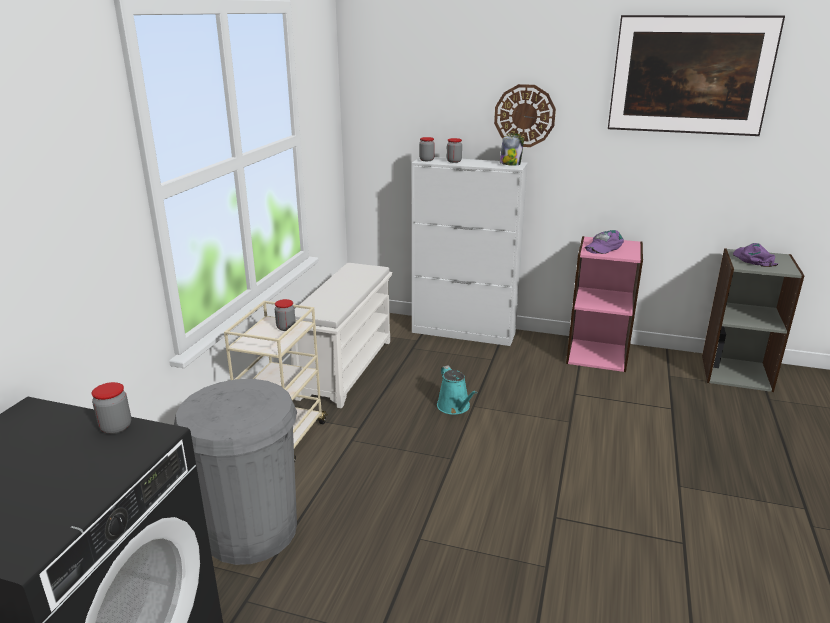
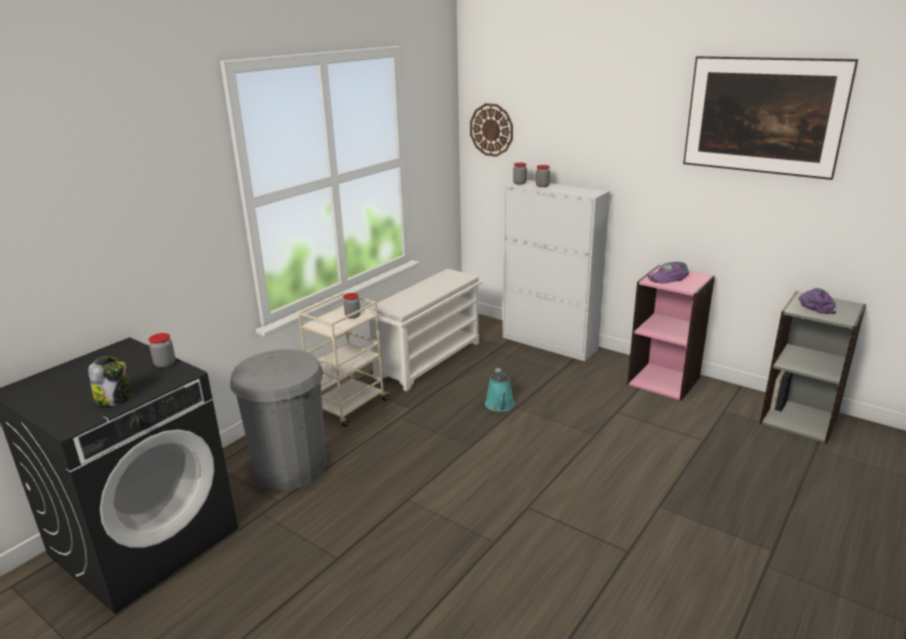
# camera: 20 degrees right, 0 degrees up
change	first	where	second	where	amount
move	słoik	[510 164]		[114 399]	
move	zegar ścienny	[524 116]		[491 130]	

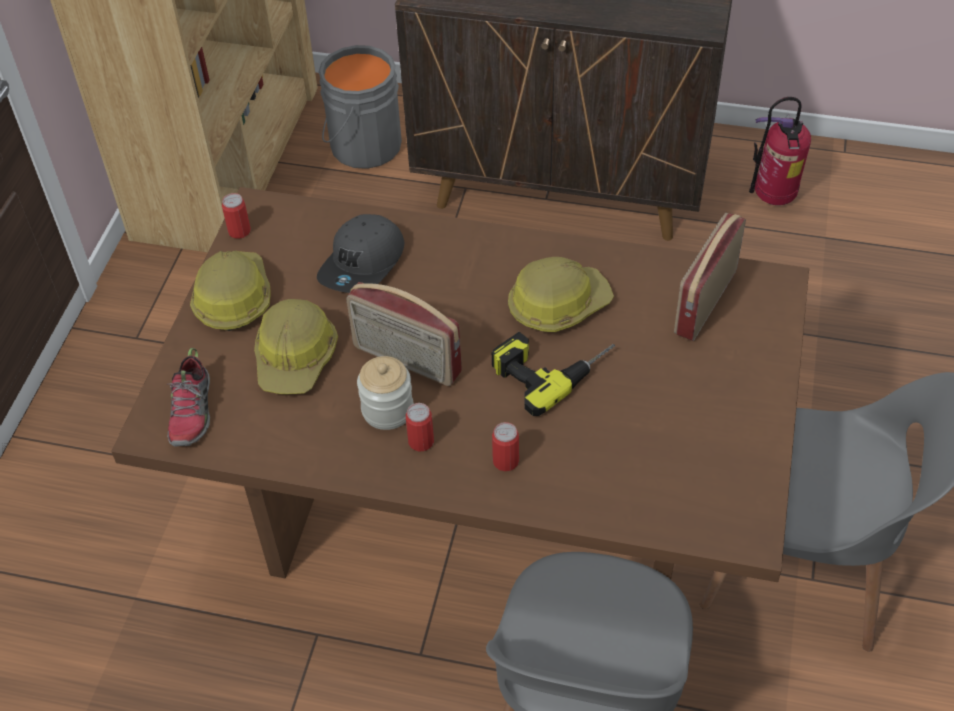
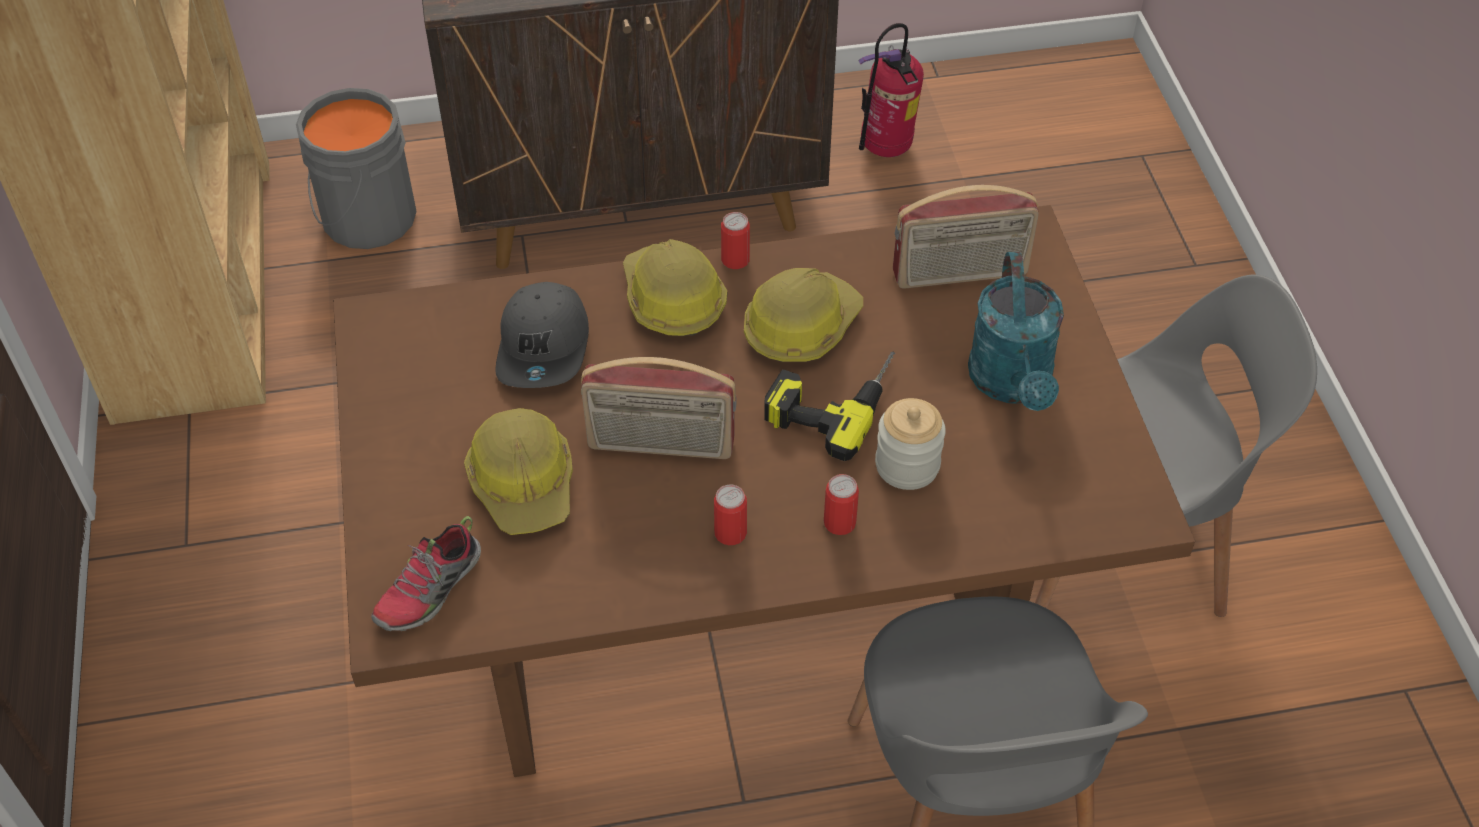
# camera: 25 degrees left, 0 degrees up
change	first	where	second	where	amount
rotate	but	[192 412]		[430 590]	60 degrees clockwise
move	kask	[233 298]		[672 299]	
move	puszka	[239 231]		[735 260]	
move	słoik	[387 410]		[907 465]	
rotate	radio	[704 301]		[960 275]	105 degrees counterclockwise
insert			konewka [turkusowy]	[1013 384]	

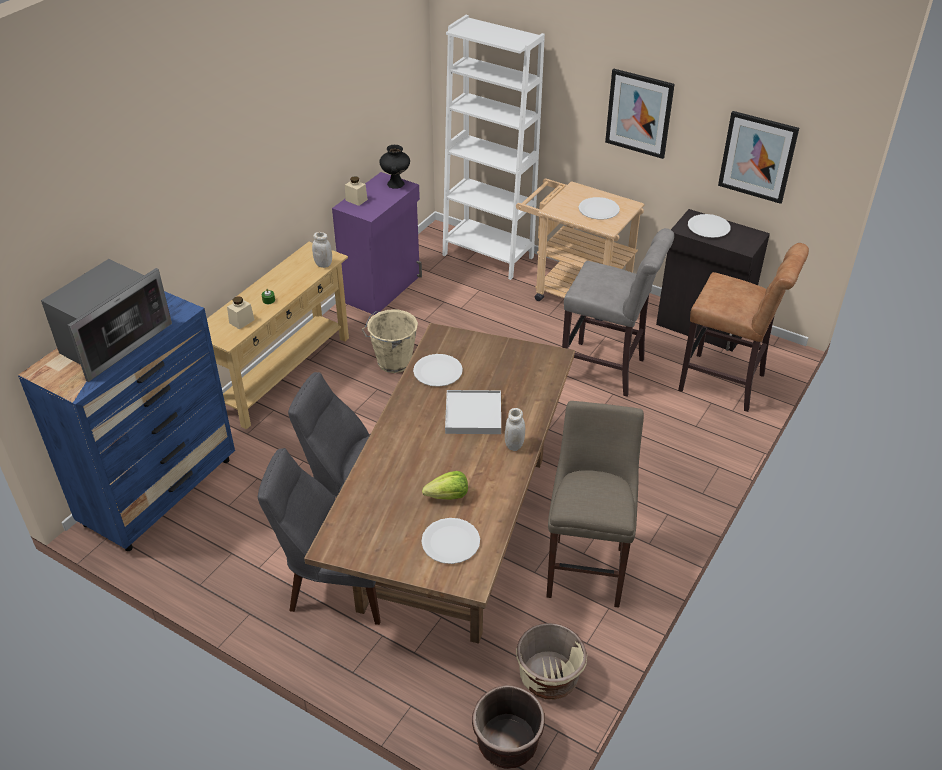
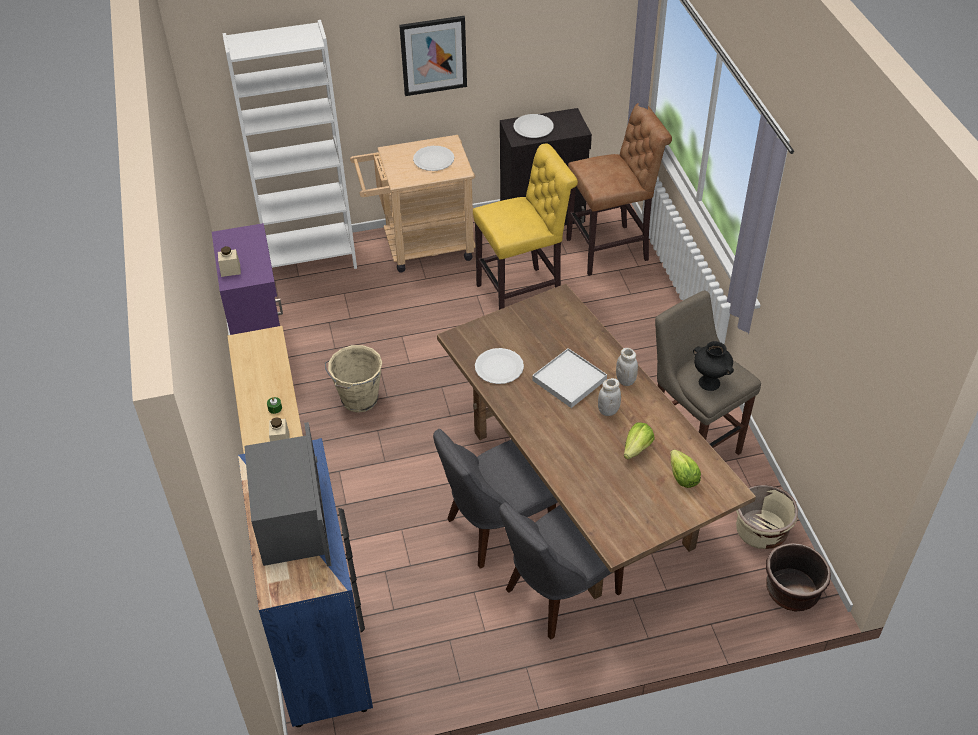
# camera: 45 degrees left, 5 degrees up
change	first	where	second	where	amount
recolor	stołek [szary]	[607 370]	stołek [żółty]	[524 294]	
move	słoik [biały]	[323 264]		[608 411]	
replace	talerz [biały]	[450 542]	sałata	[682 477]	
move	wazon [czarny]	[396 184]		[710 383]	
delete	obraz	[757 157]			

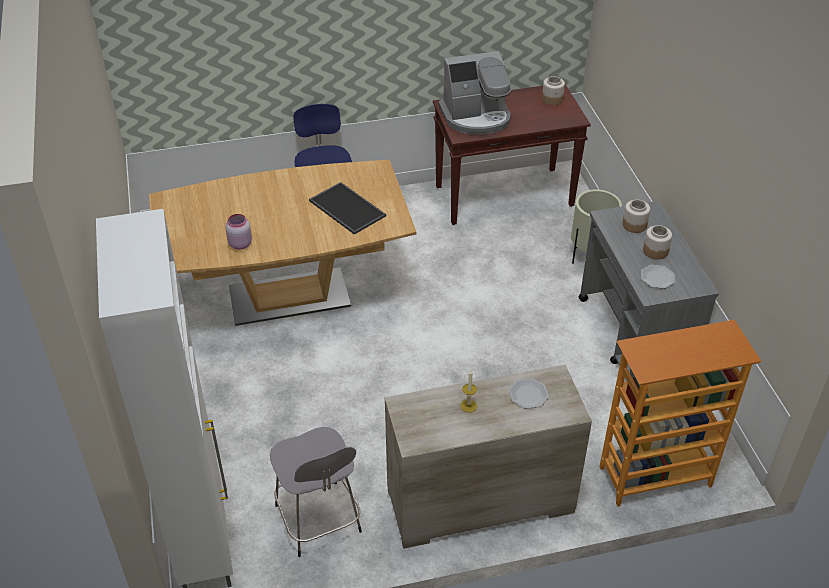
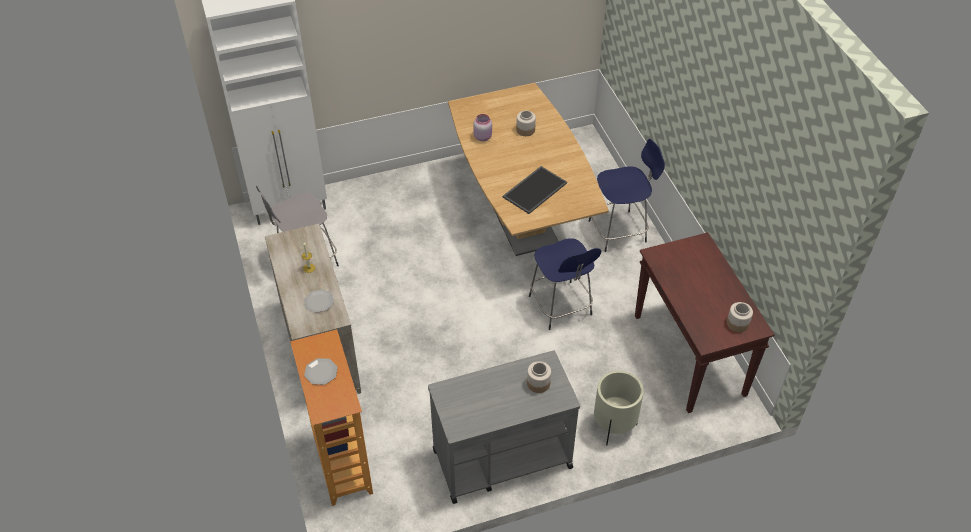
# camera: 85 degrees right, 5 degrees up
change	first	where	second	where	amount
move	talerz	[657 278]		[320 372]	
move	słoik	[655 251]		[526 130]	
insert			stołek [niebieski]	[561 307]	
delete	ekspres do kawy	[476 117]			

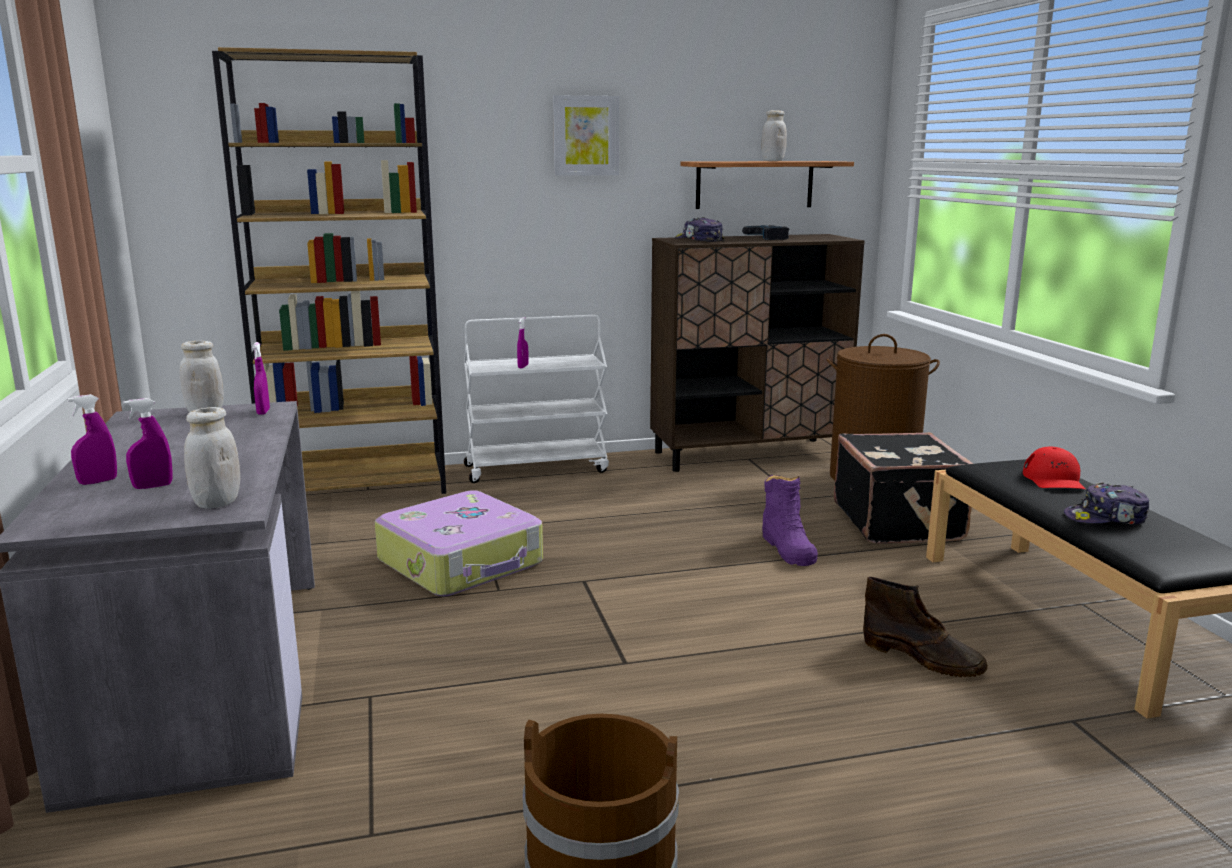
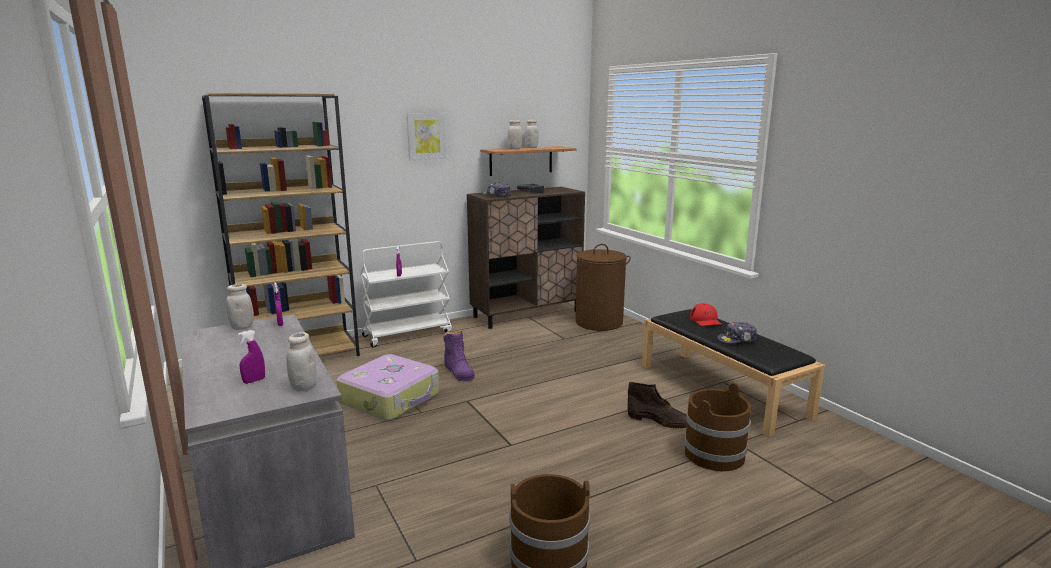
# camera: 15 degrees left, 0 degrees up
change	first	where	second	where	amount
move	but z cholewką [fioletowy]	[788 549]		[459 372]	
insert			słoik [biały]	[514 148]	
insert			wiadro [brązowy]	[714 454]	
delete	spryskiwacz [fioletowy]	[98 481]			
delete	walizka [czarny]	[899 522]			

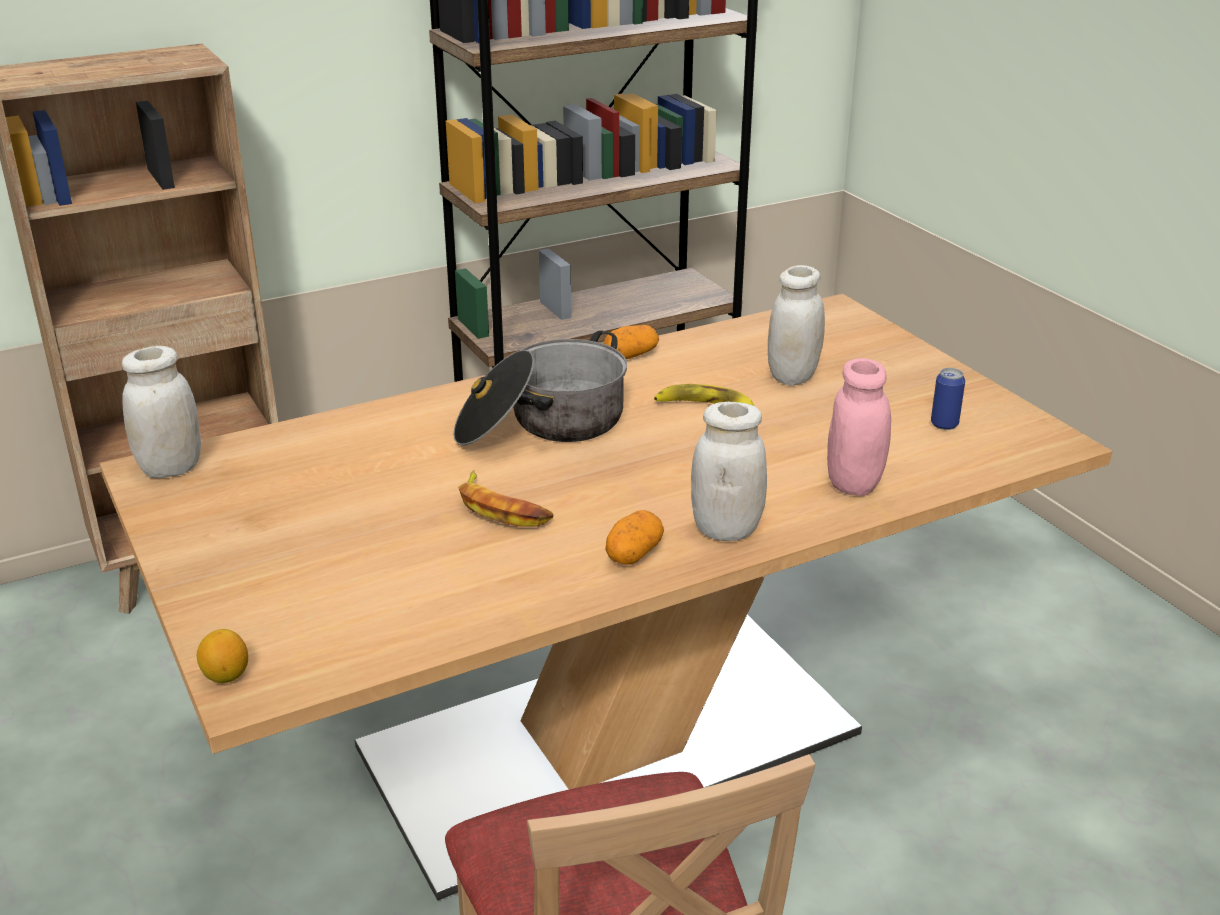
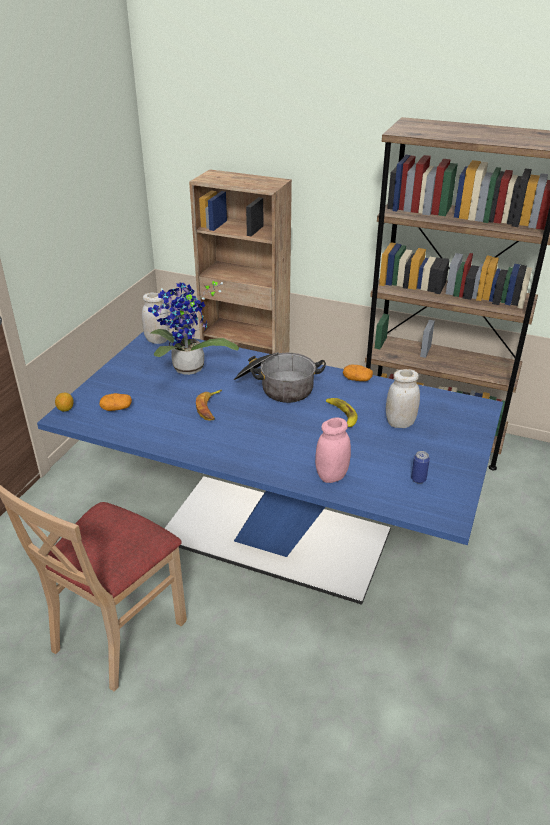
# camera: 50 degrees right, 5 degrees up
change	first	where	second	where	amount
recolor	stół jadalny [beżowy]	[609 743]	stół jadalny [niebieski]	[274 537]	
move	ziemniak	[633 553]		[116 408]	
insert			roślina doniczkowa	[188 370]	
delete	słoik [biały]	[726 530]			

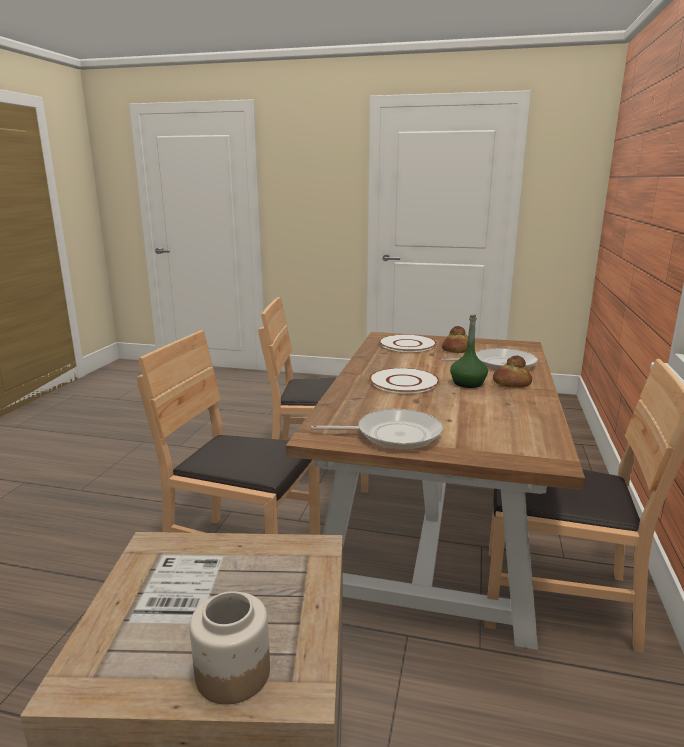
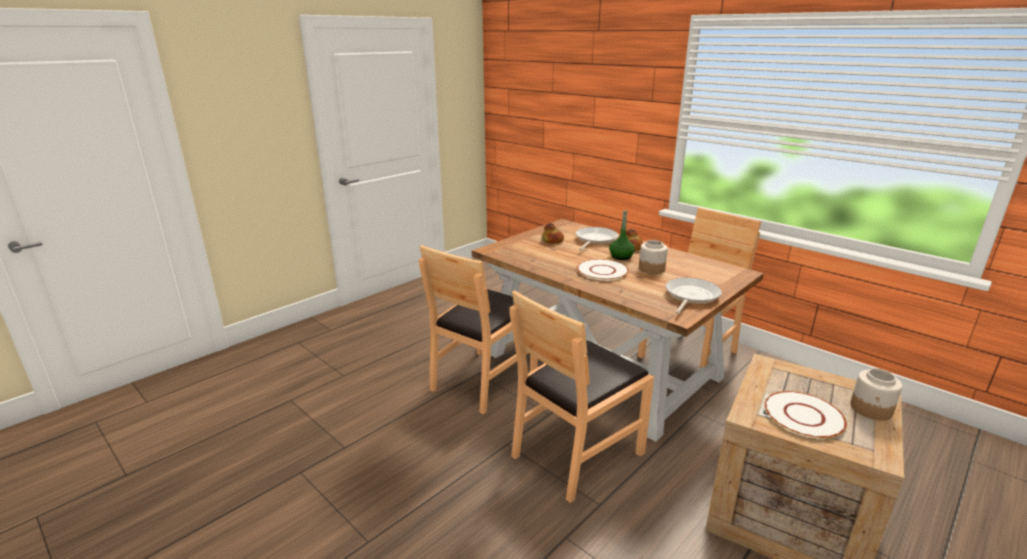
# camera: 60 degrees left, 5 degrees up
change	first	where	second	where	amount
insert			słoik	[651 269]	
move	talerz [biały]	[407 344]		[803 416]	

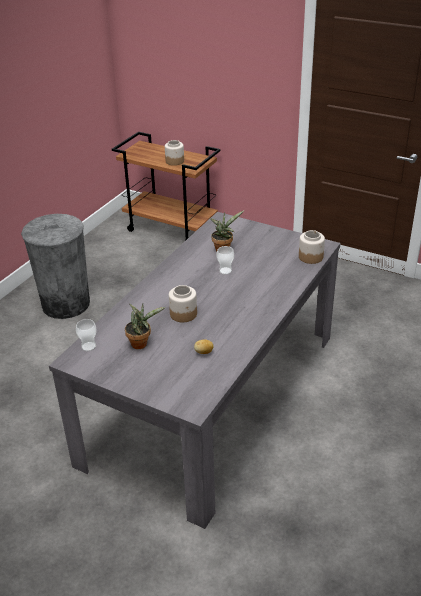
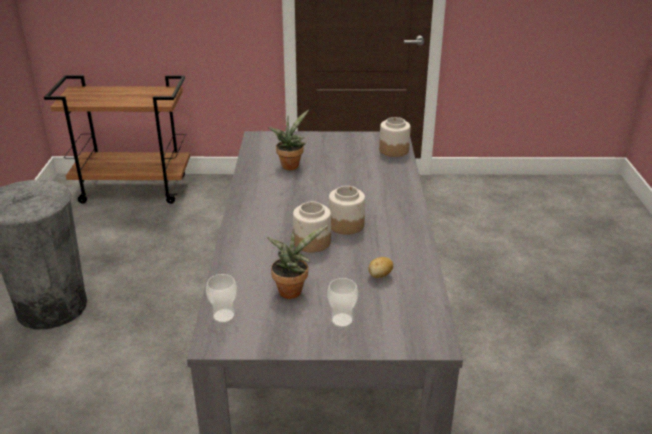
# camera: 30 degrees left, 5 degrees down
change	first	where	second	where	amount
move	filiżanka	[225 271]		[342 320]	
move	słoik	[175 161]		[346 225]	

